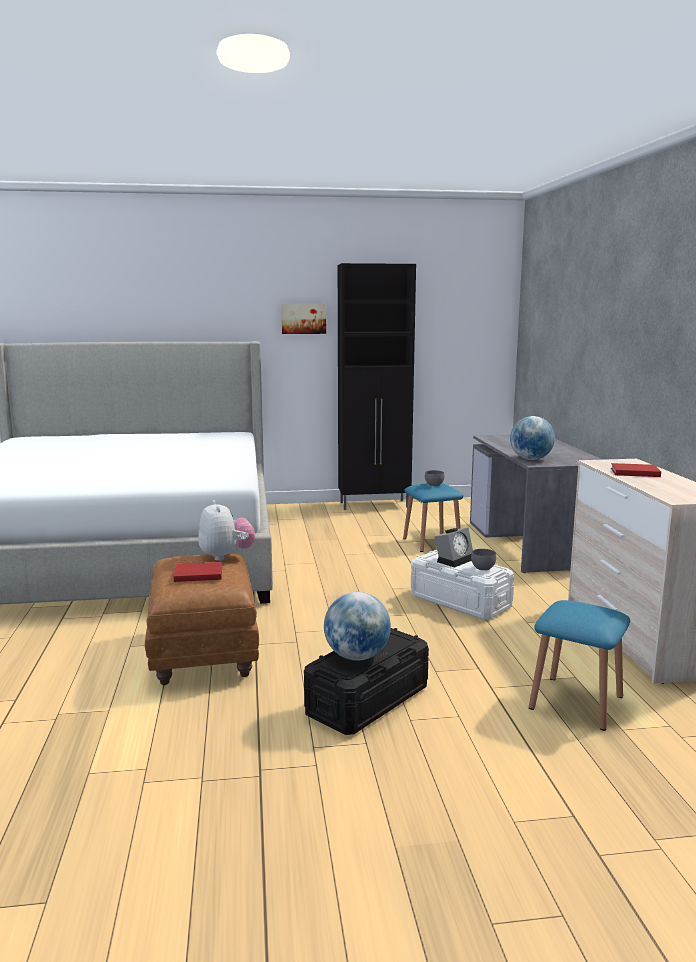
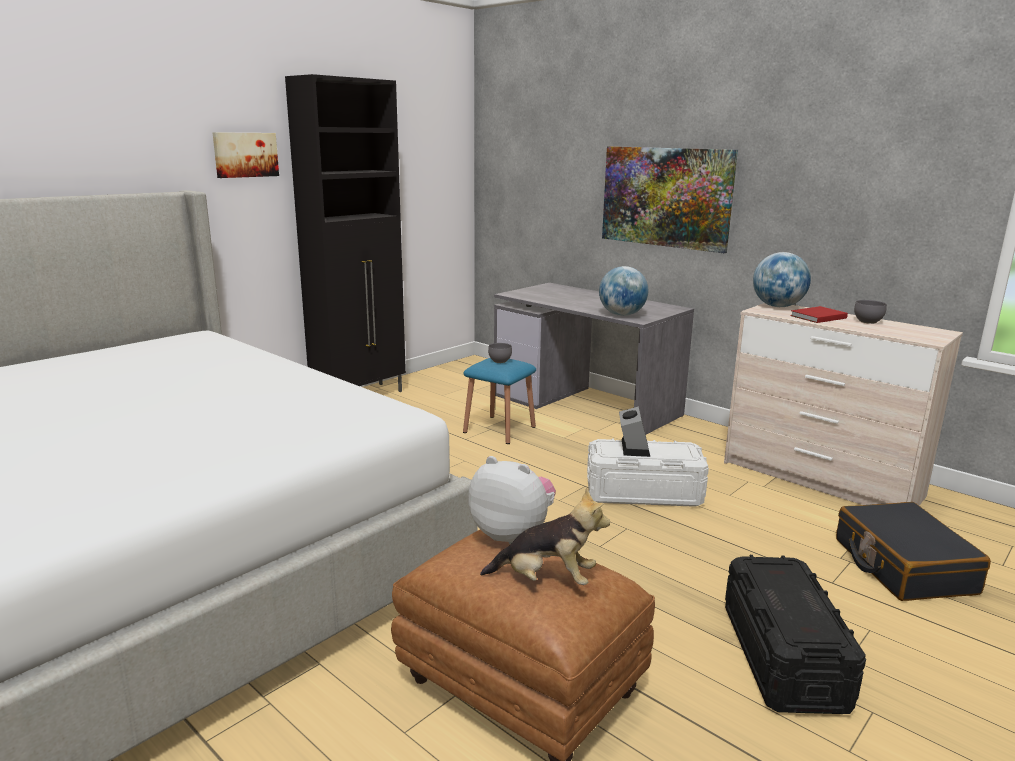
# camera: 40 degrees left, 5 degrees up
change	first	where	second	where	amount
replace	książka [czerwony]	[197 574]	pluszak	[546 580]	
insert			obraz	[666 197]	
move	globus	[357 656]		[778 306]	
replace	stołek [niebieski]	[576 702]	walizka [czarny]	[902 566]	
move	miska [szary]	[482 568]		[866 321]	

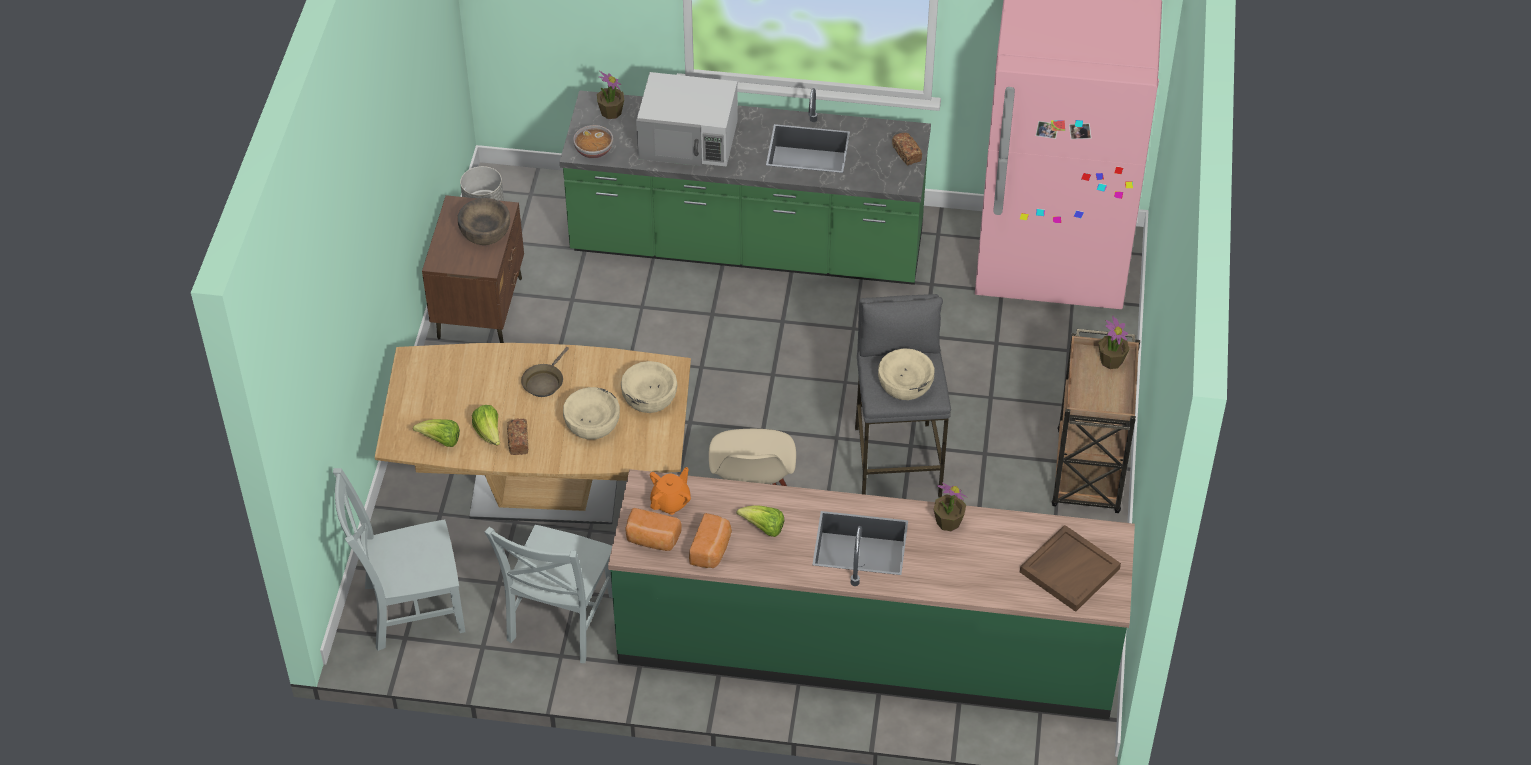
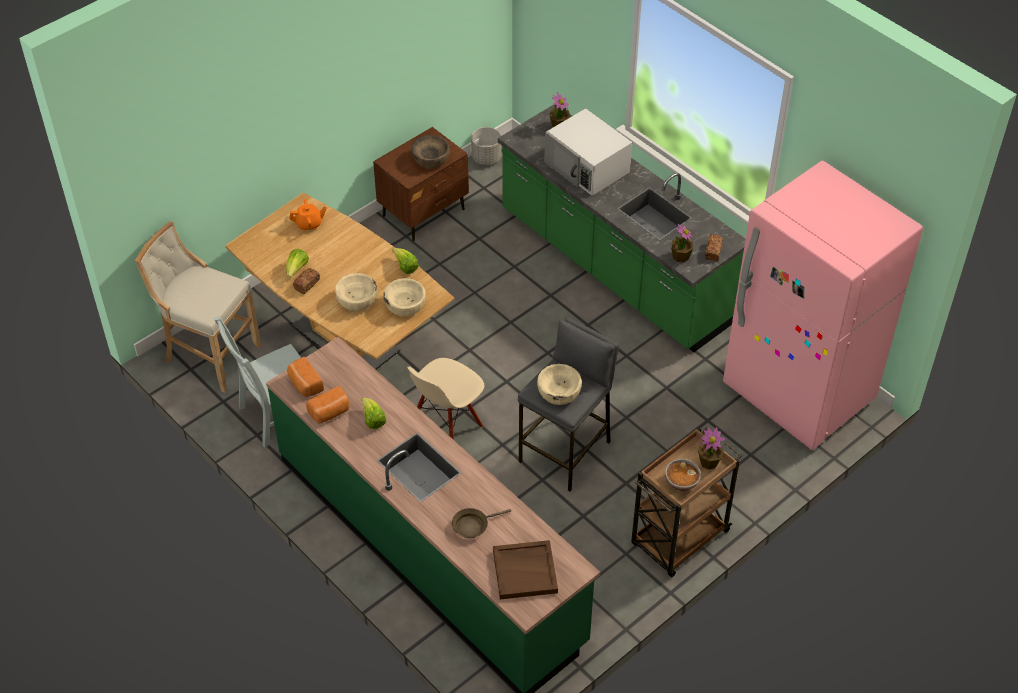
# camera: 40 degrees right, 0 degrees up
change	first	where	second	where	amount
replace	krzesło [szary]	[409 609]	stołek [beżowy]	[209 355]	
move	imbryk [pomarańczowy]	[671 502]		[309 224]	
move	sałata	[441 440]		[405 267]	
move	patelnia [brązowy]	[544 382]		[473 525]	
move	miska	[594 151]		[681 482]	
move	roślina doniczkowa	[948 522]		[680 256]	

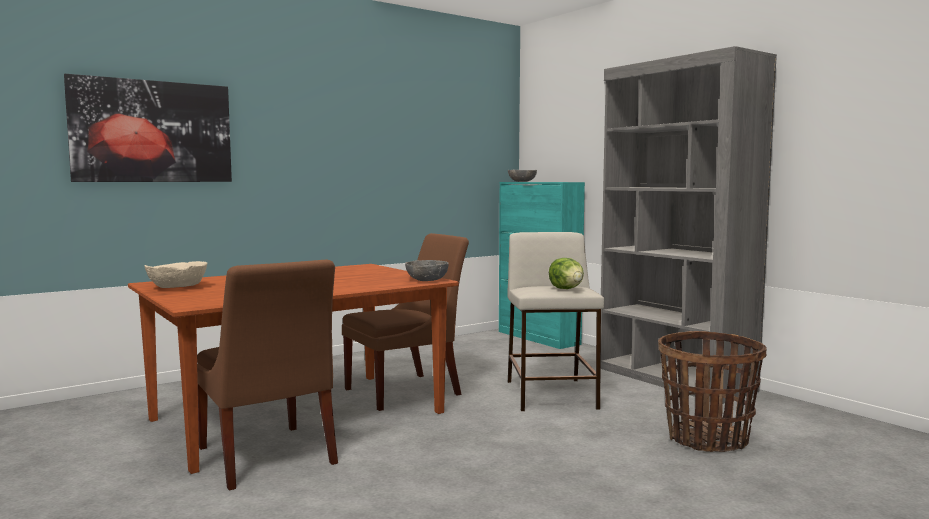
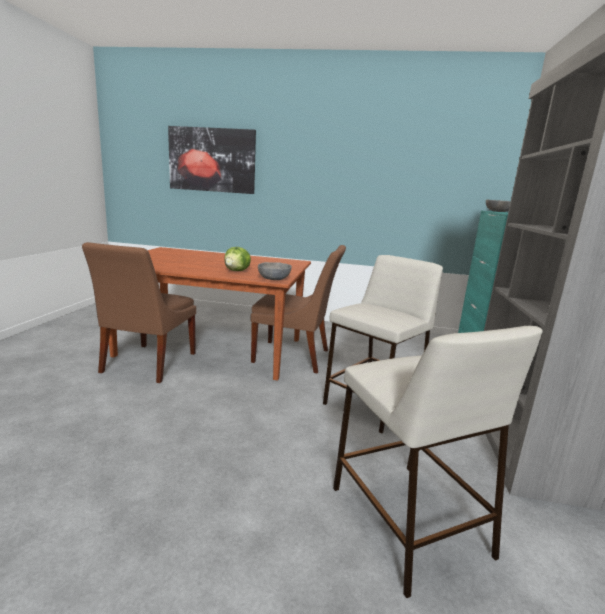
# camera: 45 degrees right, 10 degrees up
change	first	where	second	where	amount
move	sałata	[566 289]		[237 271]	
replace	koszyk	[707 439]	stołek [beżowy]	[406 518]	
delete	miska [beżowy]	[177 287]			

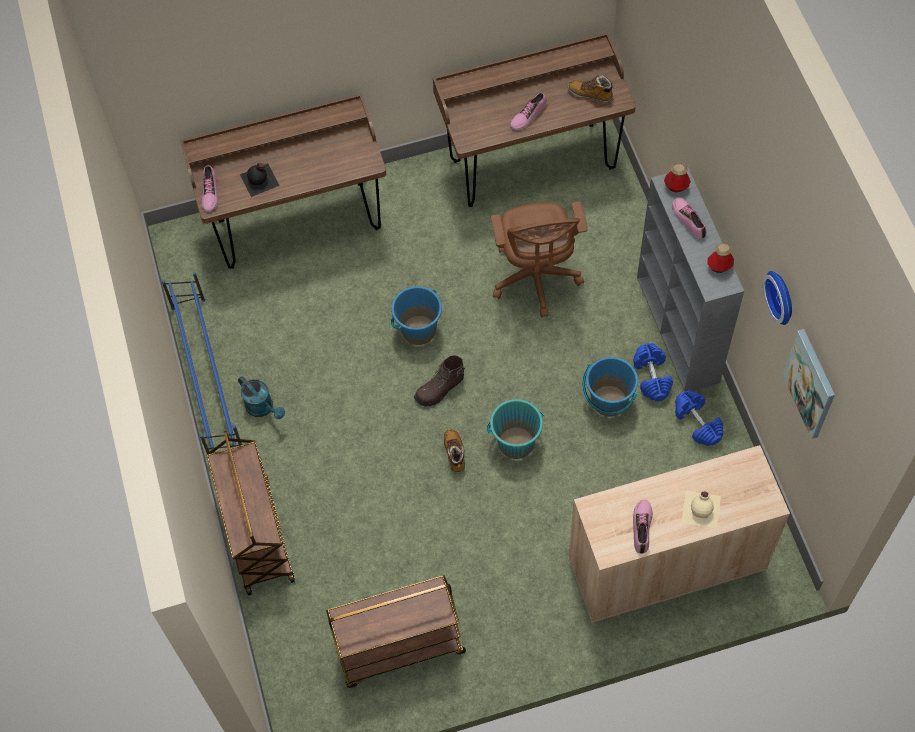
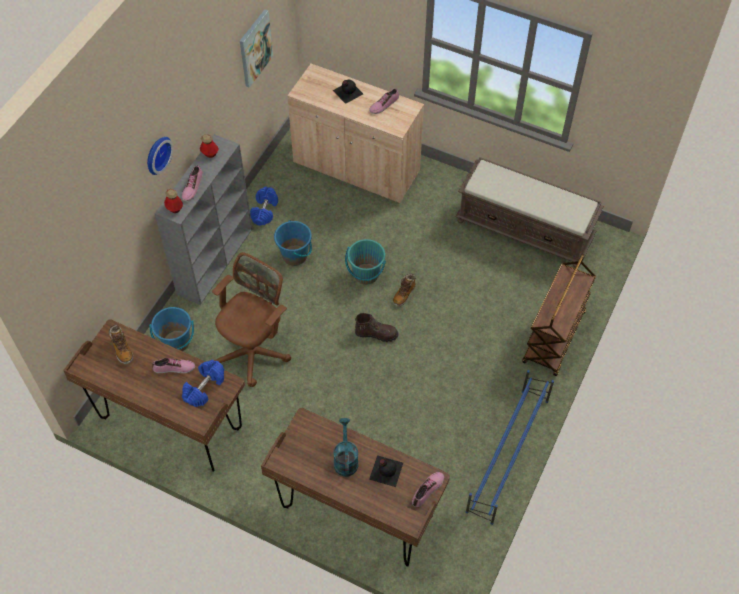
# camera: 140 degrees left, 5 degrees down
change	first	where	second	where	amount
move	zegar ścienny	[782 296]		[156 154]	
move	wiadro [niebieski]	[418 330]		[176 342]	
move	hantel [niebieski]	[652 377]		[204 388]	
recolor	butelka [beżowy]	[701 508]	butelka [czarny]	[347 92]	
move	konewka [turkusowy]	[263 408]		[345 459]	
replace	wózek [brązowy]	[399 648]	ławka [brązowy]	[525 229]	

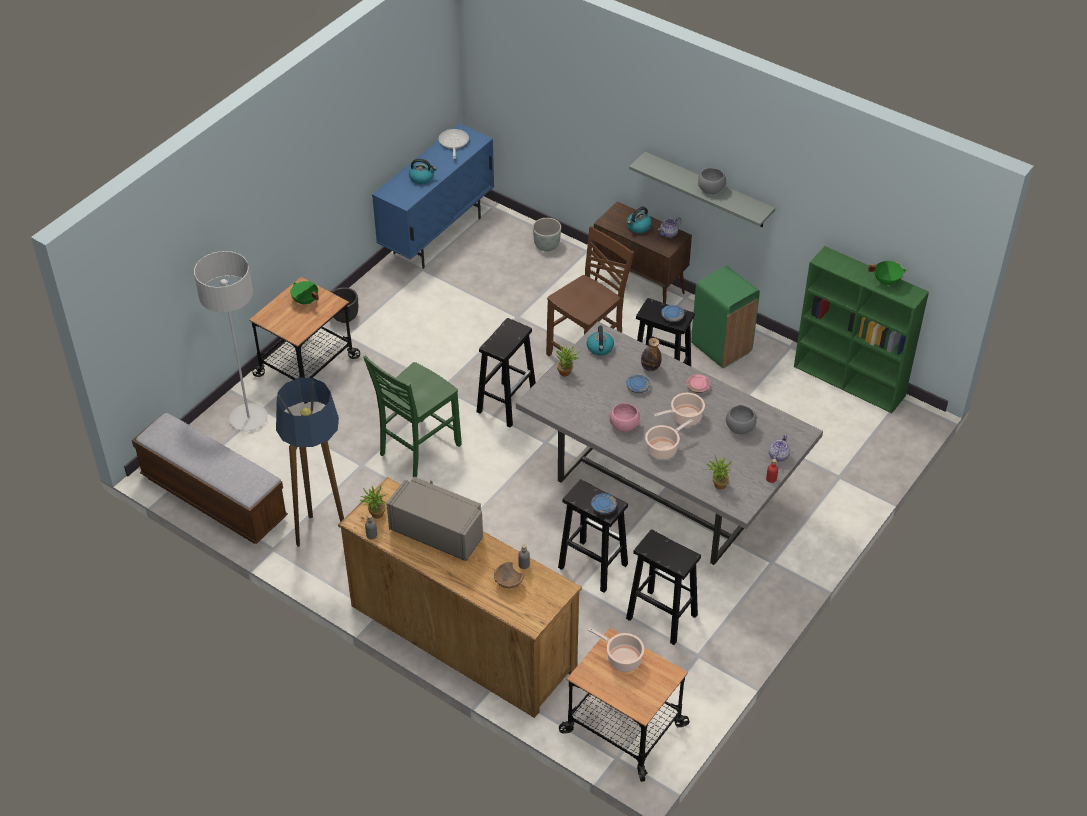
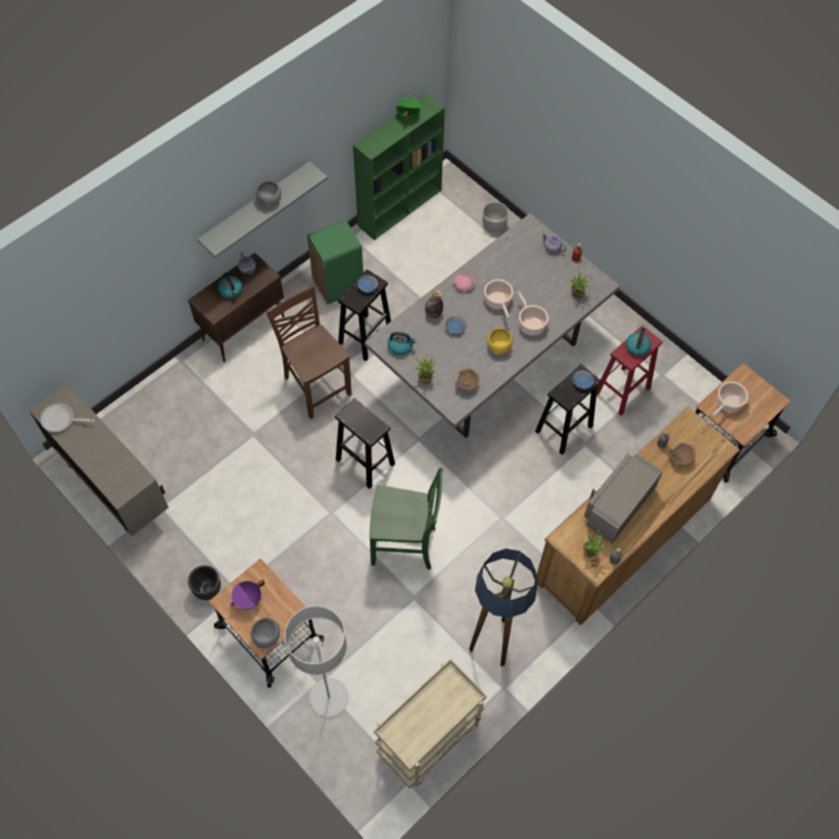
# camera: 80 degrees left, 15 degrees up
change	first	where	second	where	amount
recolor	szafka [niebieski]	[437 235]	szafka [beżowy]	[113 486]	
recolor	garnek [zielony]	[305 301]	garnek [fioletowy]	[248 600]	
move	miska [szary]	[740 427]		[266 636]	
rotate	krzesło [zielony]	[417 449]		[405 545]	45 degrees counterclockwise
replace	ławka	[214 497]	wózek [beżowy]	[429 740]	
insert			miska [brązowy]	[467 385]	
move	donica [szary]	[547 246]		[493 226]	
recolor	miska [różowy]	[624 425]	miska [żółty]	[498 346]	
recolor	stołek [czarny]	[660 616]	stołek [czerwony]	[621 391]	
move	czajnik	[422 178]		[637 346]	

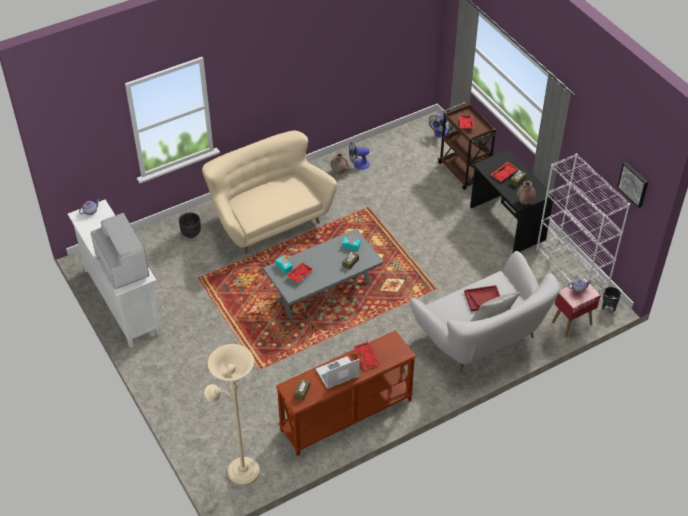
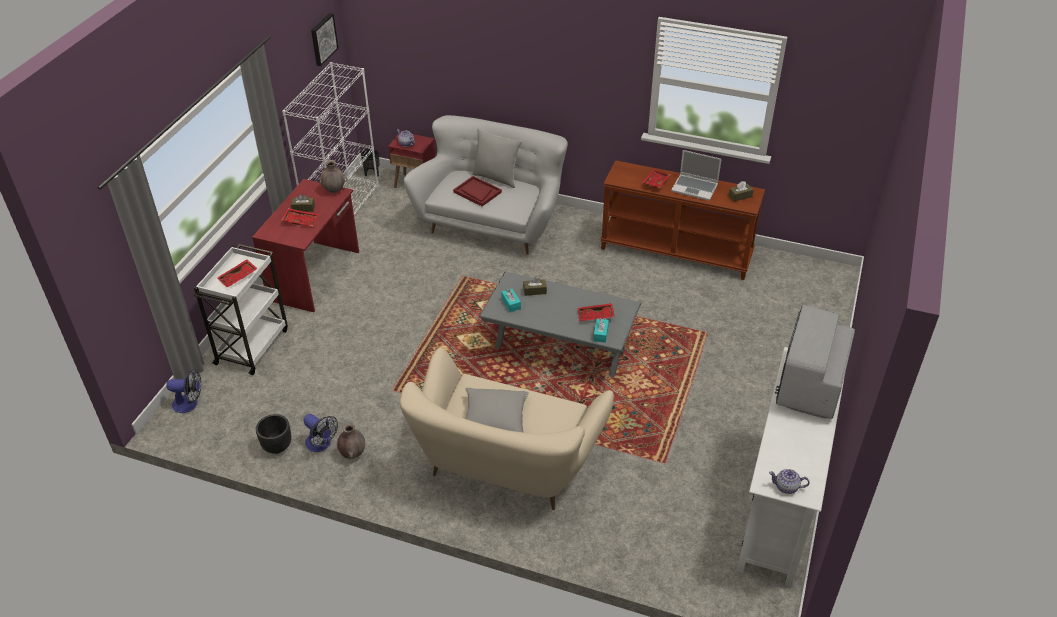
# camera: 130 degrees left, 5 degrees down
change	first	where	second	where	amount
recolor	wózek [brązowy]	[464 172]	wózek [biały]	[253 345]	
recolor	biurko [czarny]	[506 224]	biurko [czerwony]	[316 275]	
move	donica [czarny]	[191 234]		[277 447]	
insert			poduszka [szary]	[494 420]	
delete	lampa stojąca [beżowy]	[240 469]			

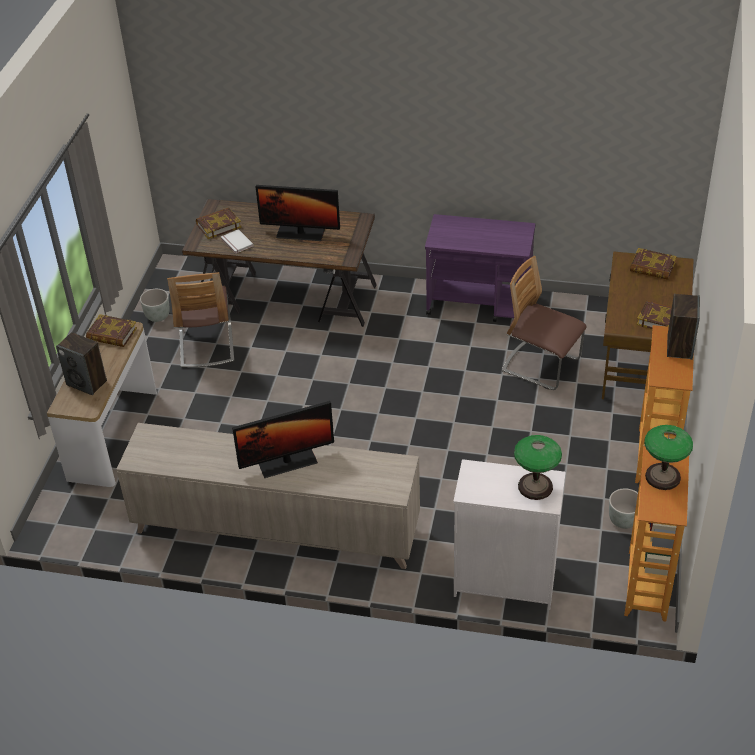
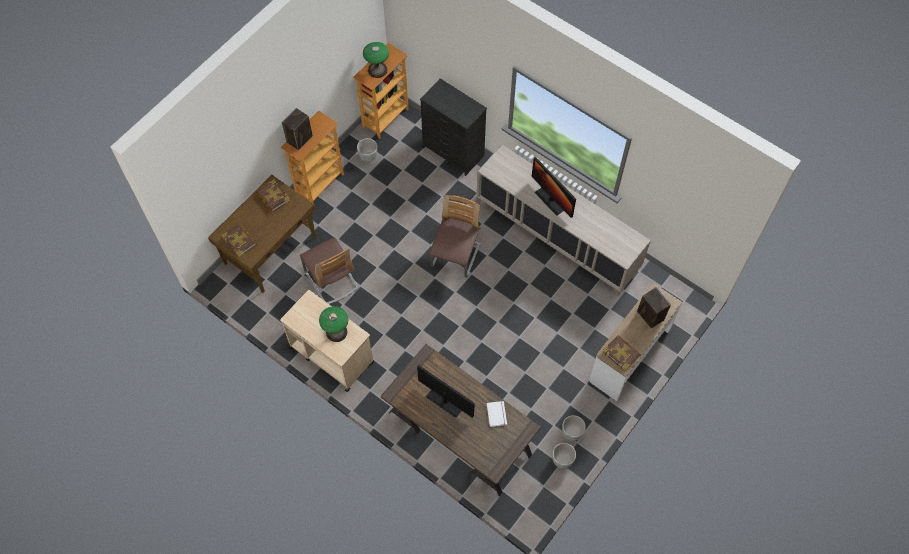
# camera: 155 degrees left, 20 degrees up
change	first	where	second	where	amount
recolor	wózek [fioletowy]	[479 304]	wózek [beżowy]	[331 354]	
move	lampa stołowa	[535 486]		[336 332]	
recolor	komoda [biały]	[505 581]	komoda [czarny]	[453 152]	
move	krzesło	[206 345]		[455 256]	
rotate	monitor	[287 462]		[551 200]	135 degrees counterclockwise
insert			donica [szary]	[571 432]	
delete	książka	[218 225]			

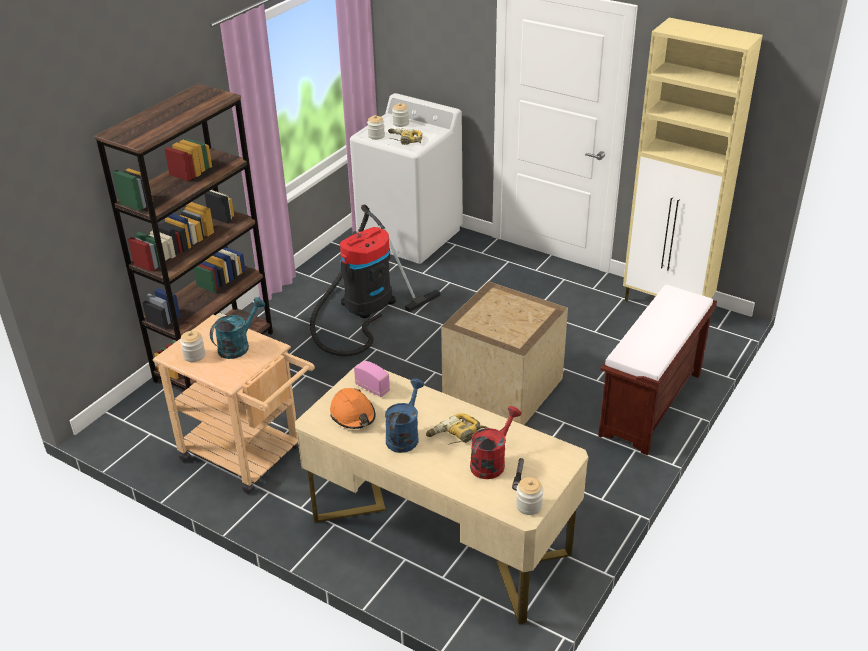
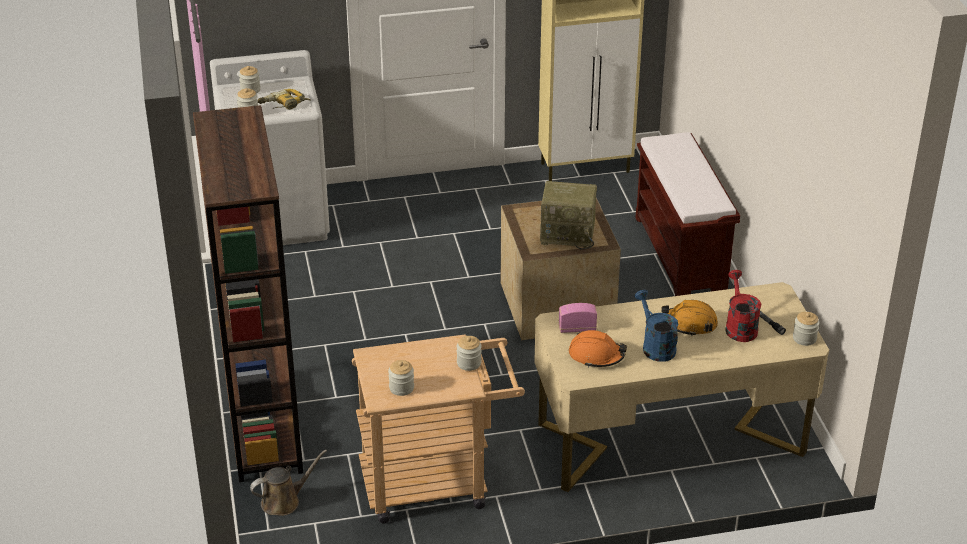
# camera: 45 degrees left, 0 degrees up
change	first	where	second	where	amount
insert			konewka [brązowy]	[284 501]	
insert			słoik	[469 363]	
insert			radio	[568 234]	
replace	wiertarka	[456 435]	kask [pomarańczowy]	[689 324]	
delete	konewka [turkusowy]	[238 346]			
delete	odkurzacz	[364 306]			

